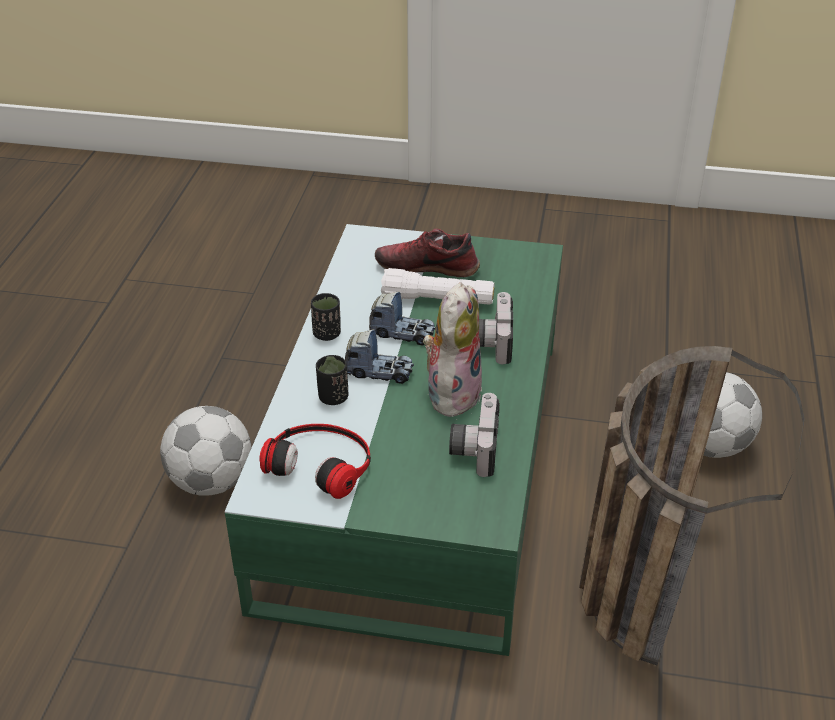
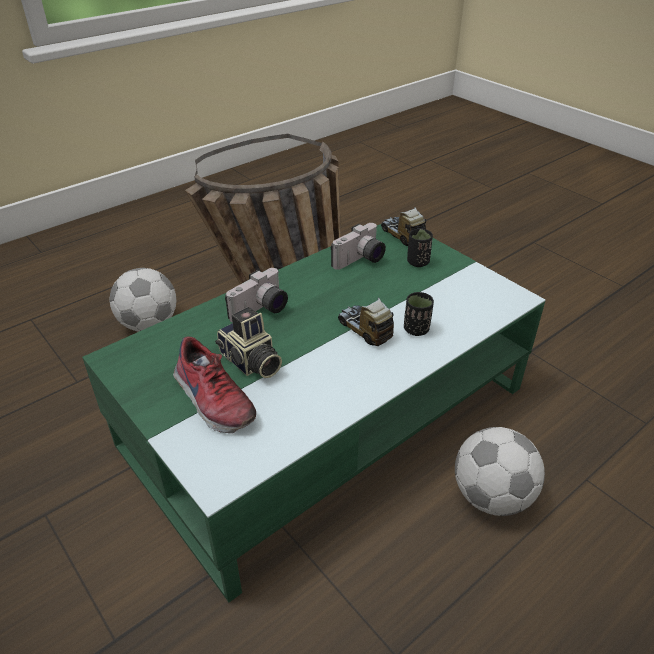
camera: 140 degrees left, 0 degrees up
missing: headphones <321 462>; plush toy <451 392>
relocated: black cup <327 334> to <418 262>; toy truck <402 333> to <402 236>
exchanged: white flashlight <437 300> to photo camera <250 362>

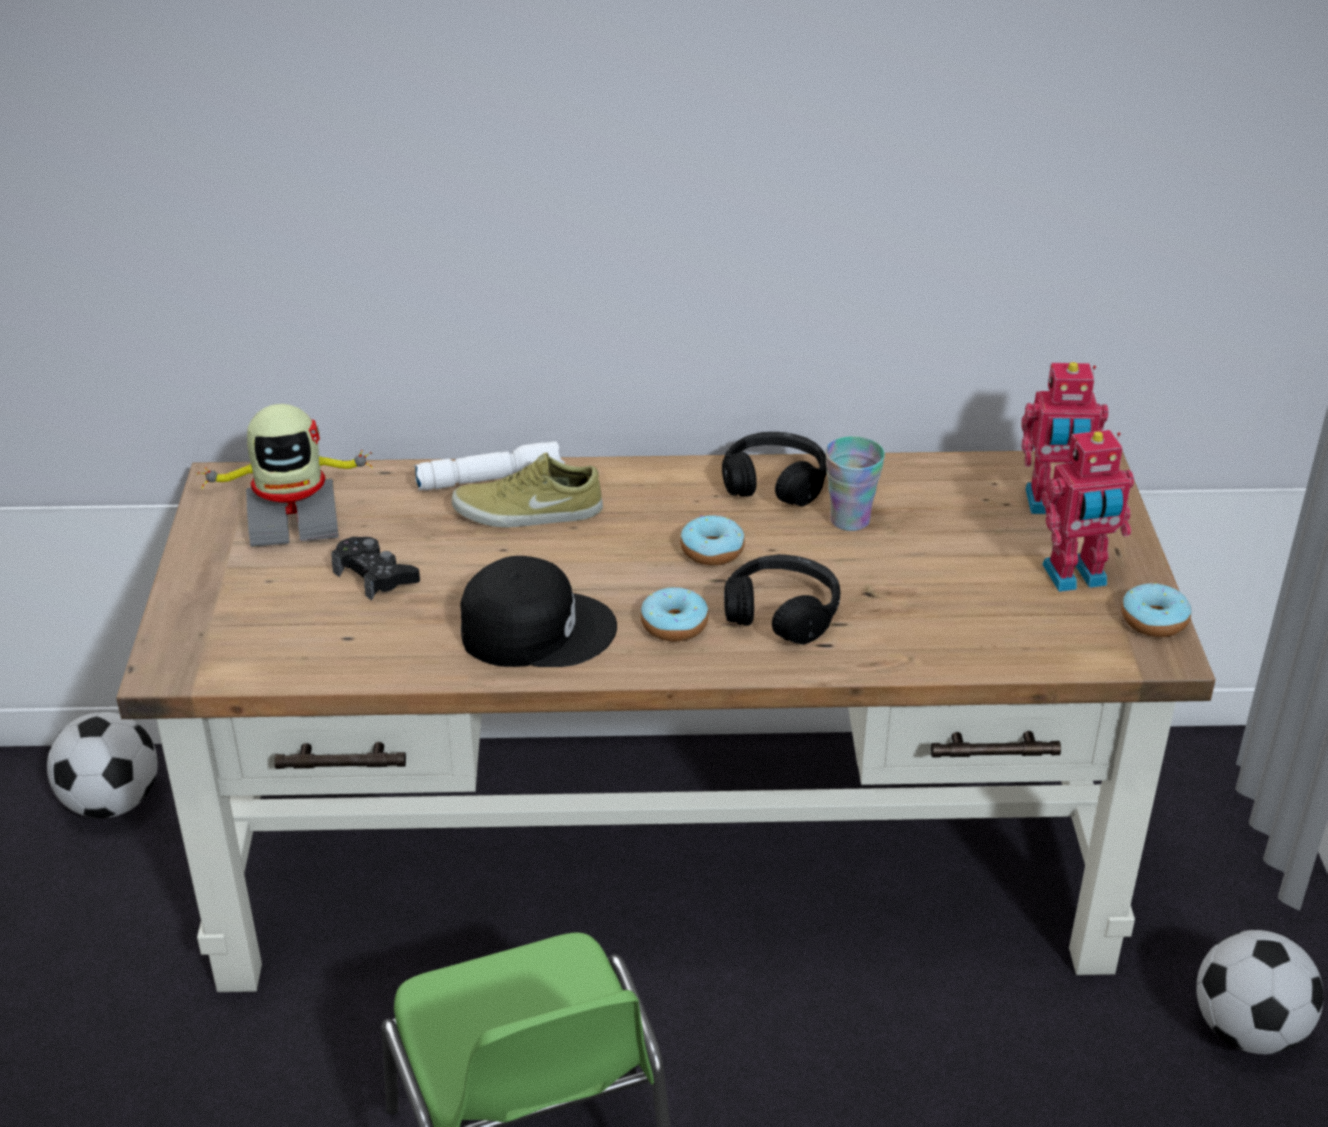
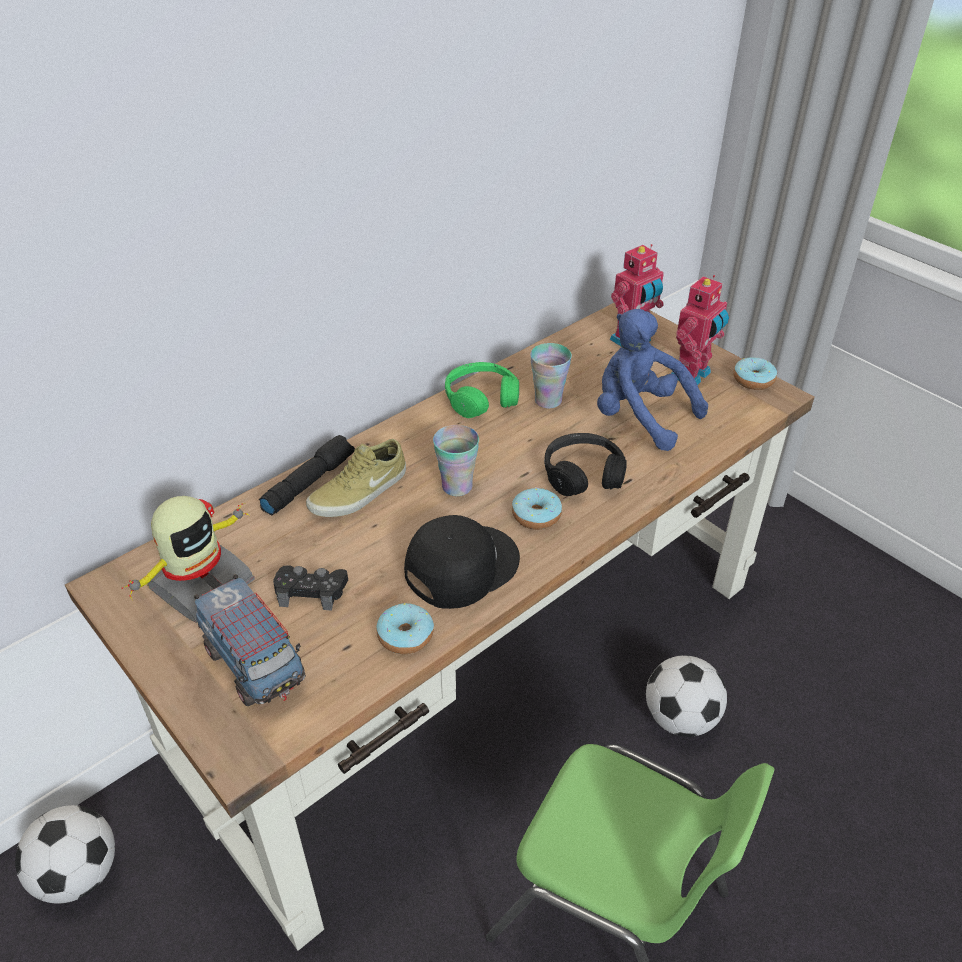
camera: 40 degrees left, 5 degrees up
appeared: toy truck <255 664>; cup <457 486>; blue plush toy <639 416>
relocated: donut <712 551> to <405 635>; football <1247 1030> to <680 718>
colour: white flashlight <491 479> to black flashlight <308 482>; black headphones <774 482> to green headphones <481 399>

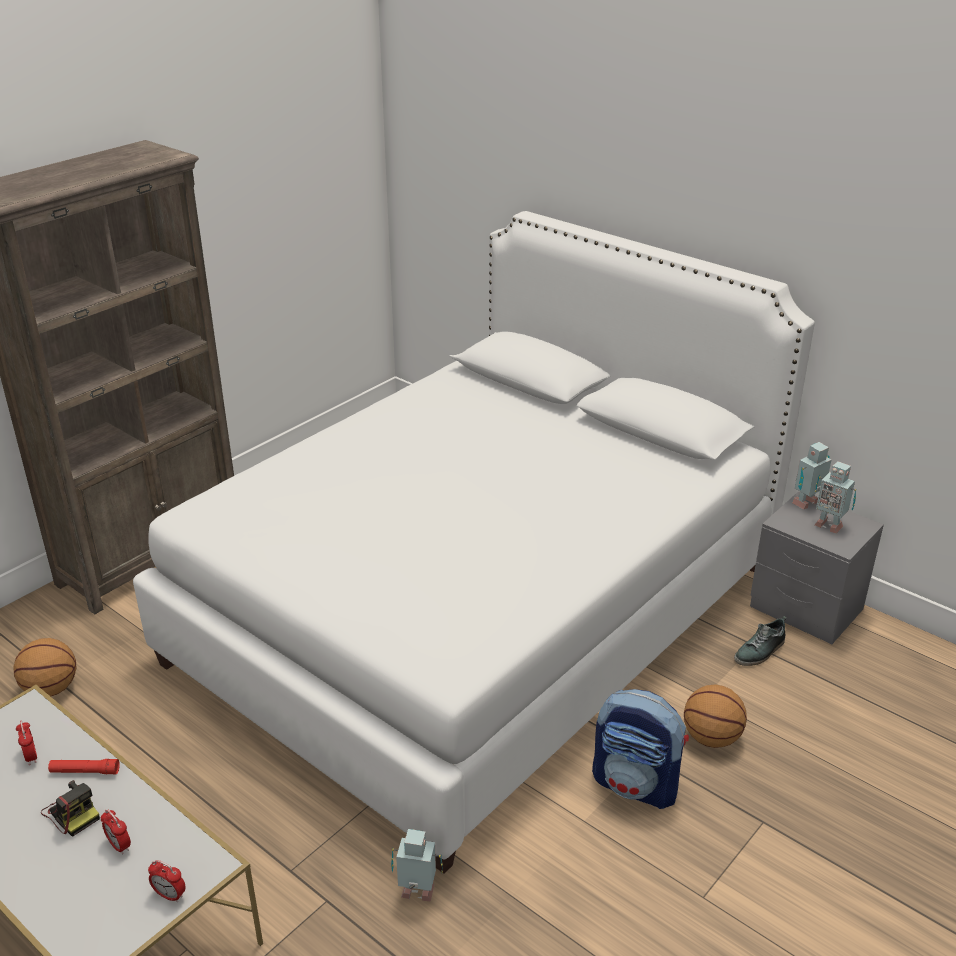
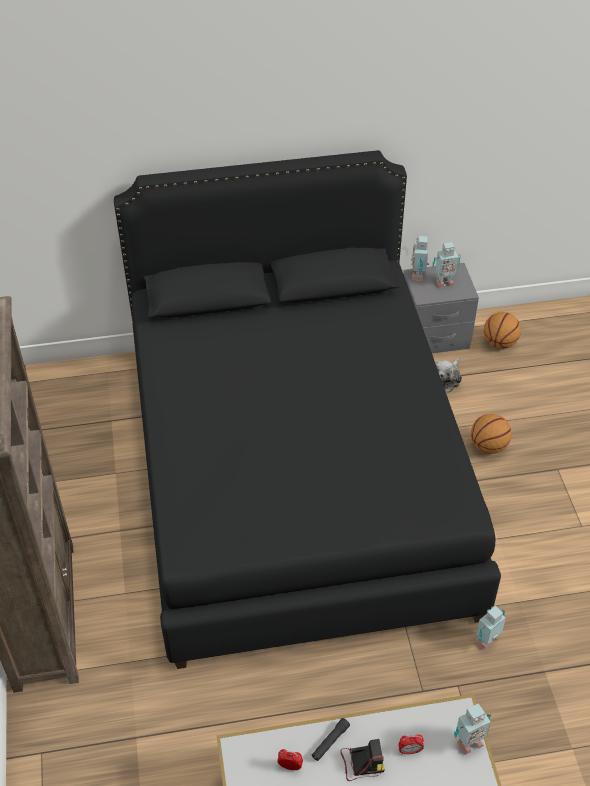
camera: 50 degrees left, 15 degrees up
missing: backpack <636 784>
relocated: basketball <51 688> to <499 343>
exchanged: alarm clock <170 895> to toy robot <468 742>; shoe <760 651> to plush toy <447 379>
colour: red flashlight <85 771> to black flashlight <330 742>; white bed <478 614> to black bed <295 475>

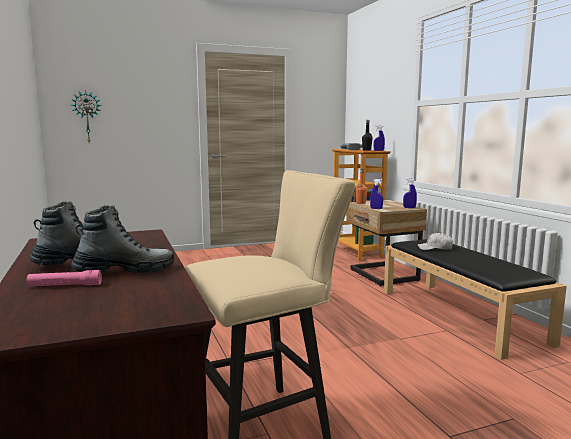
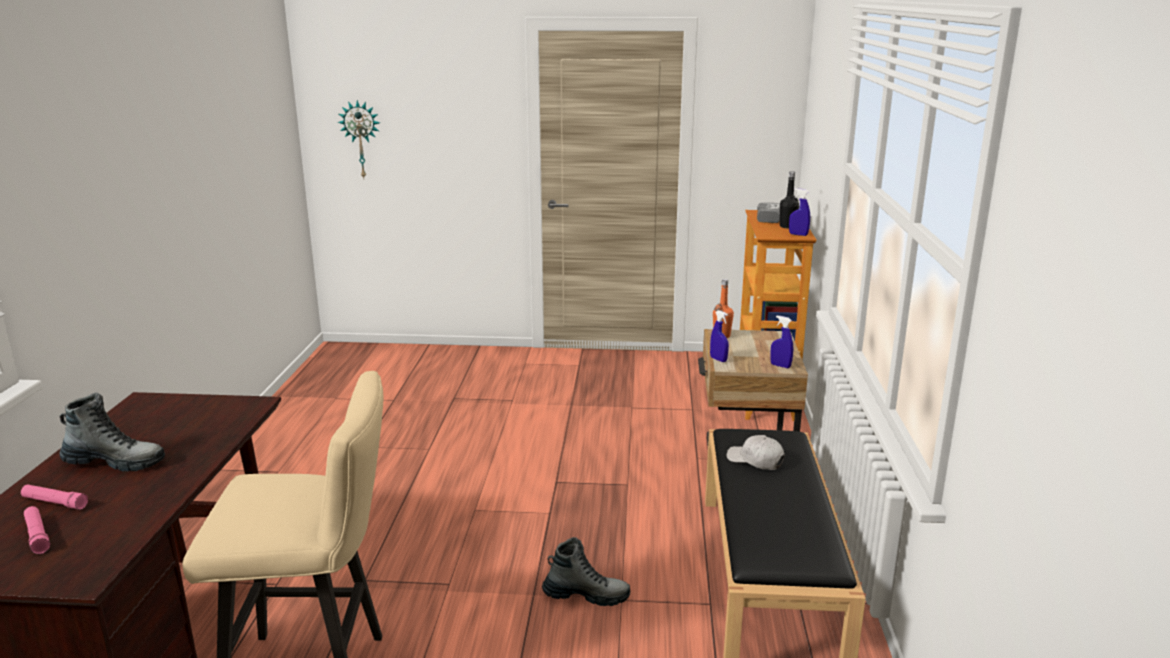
camera: 25 degrees right, 10 degrees up
appeared: pink flashlight <37 535>
relocated: boot <125 271> to <586 595>

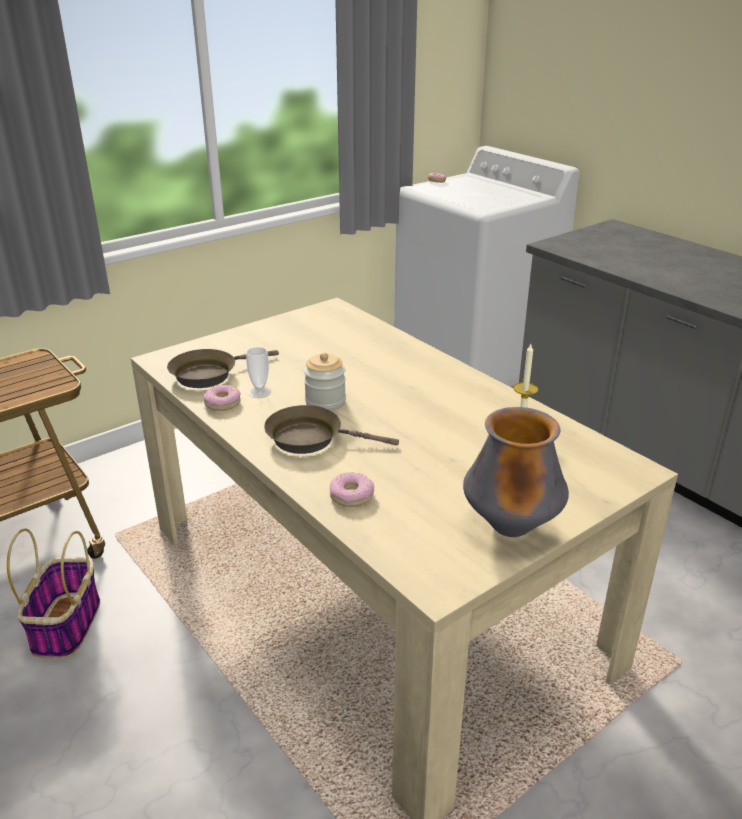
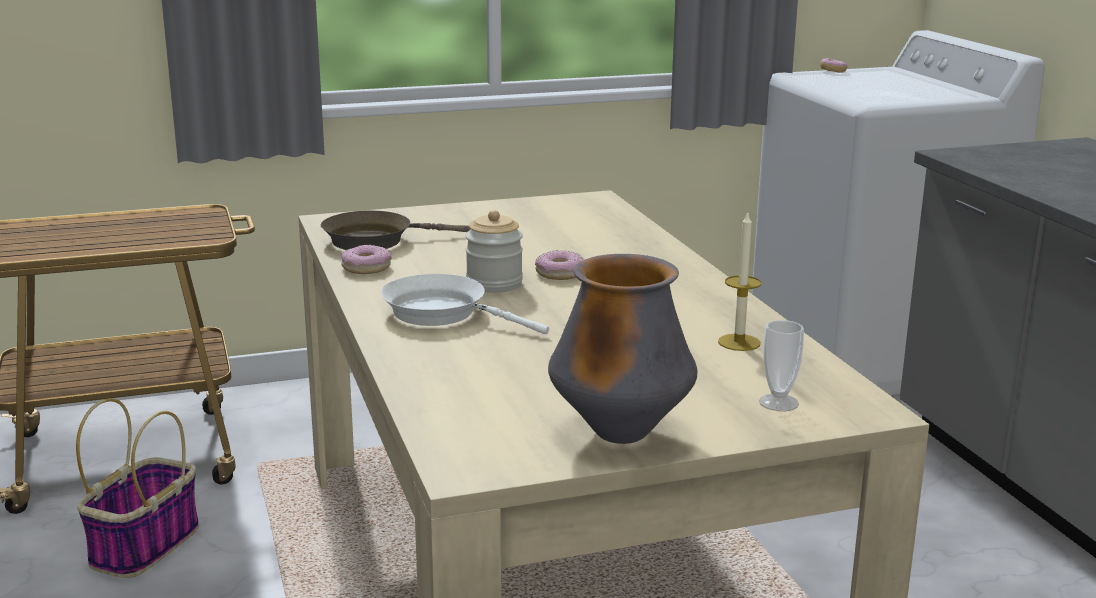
camera: 20 degrees right, 10 degrees down
relocated: cup <260 392> to <778 403>; donut <351 495> to <560 273>
colour: brown frying pan <311 438> to white frying pan <442 313>

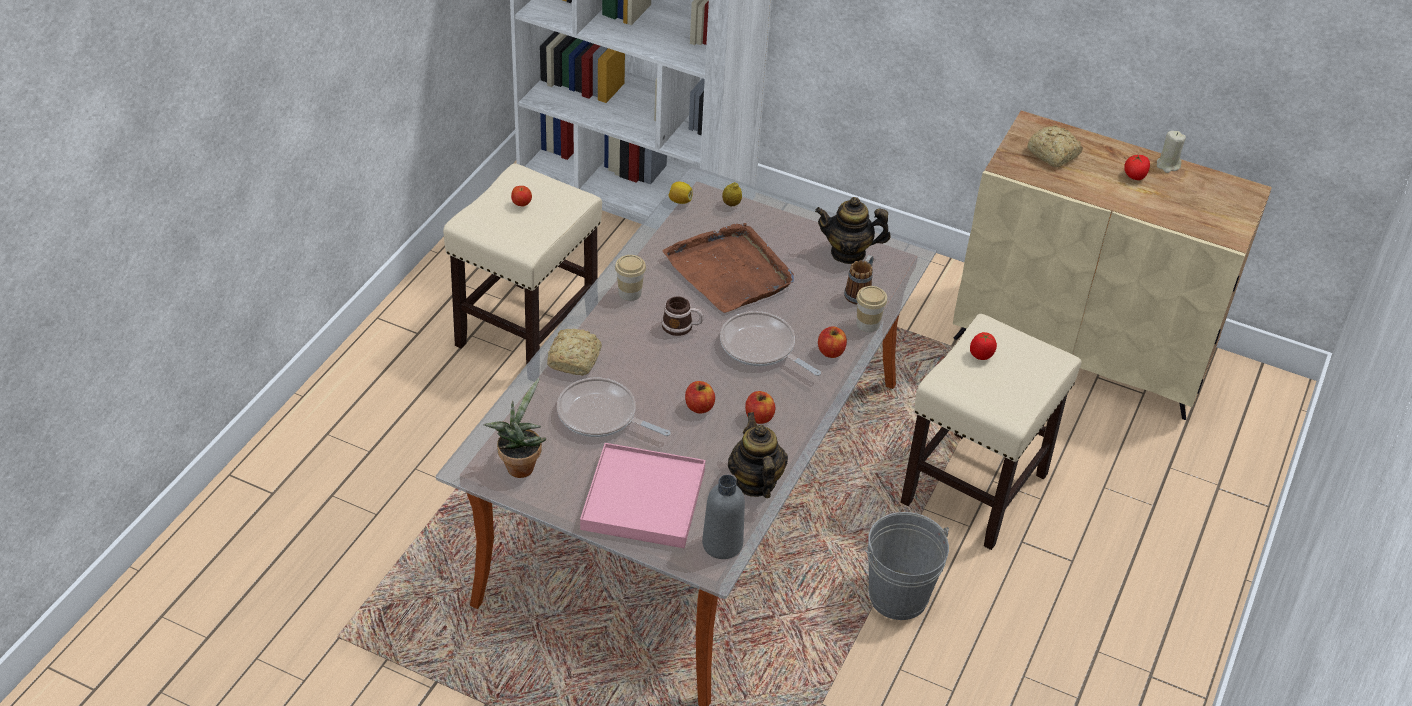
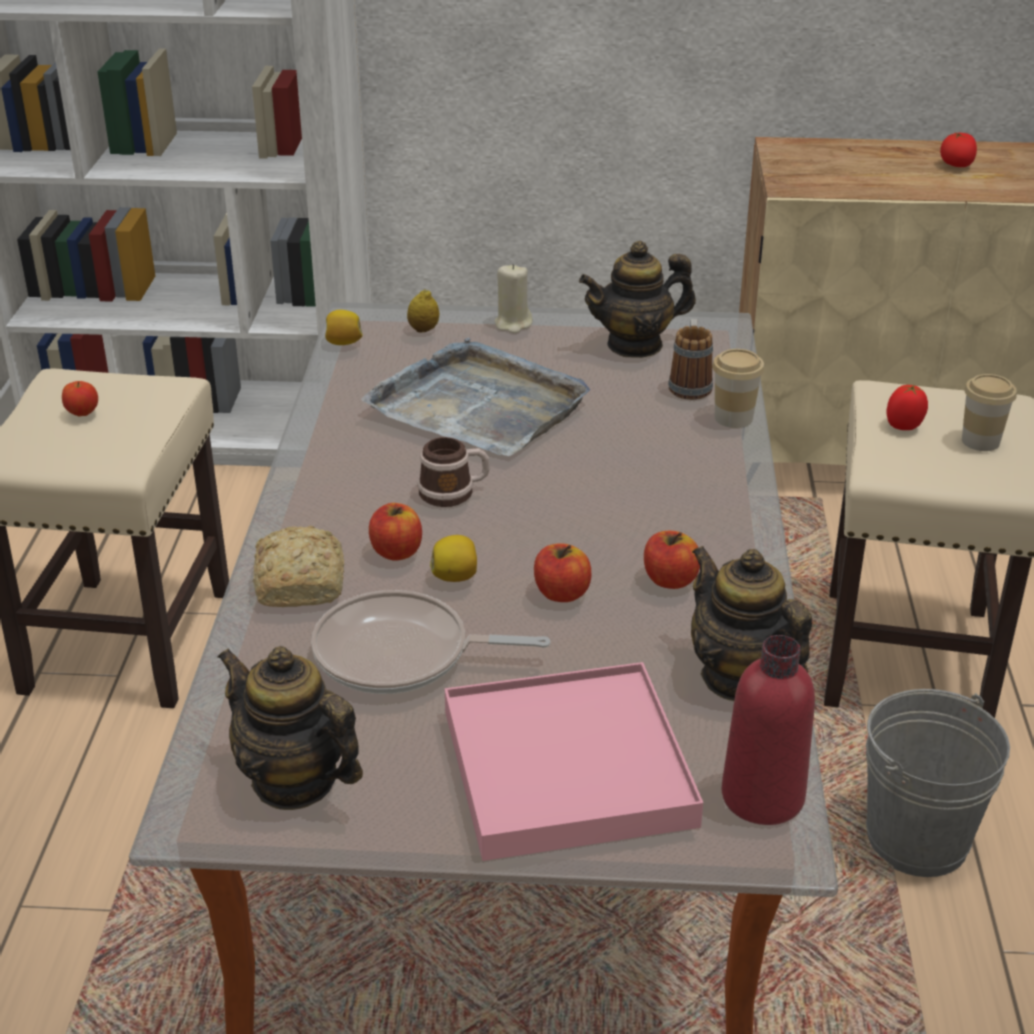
camera: 20 degrees left, 10 degrees down
missing: frying pan <761 348>; bread <1053 155>
appeared: lemon <455 577>
relocated: cup <630 293> to <980 441>; apple <830 351> to <396 552>; beige candle <1167 165> to <513 324>
exchanged: potted plant <520 464> to teapot <294 781>
colour: brown tray <730 271> to grey tray <479 405>; grey bottle <722 544> to red bottle <762 797>

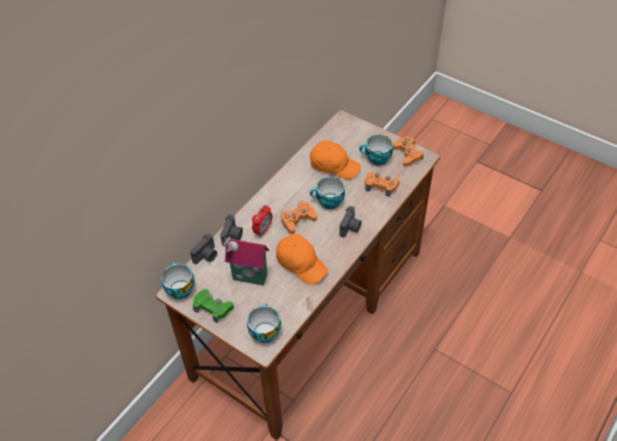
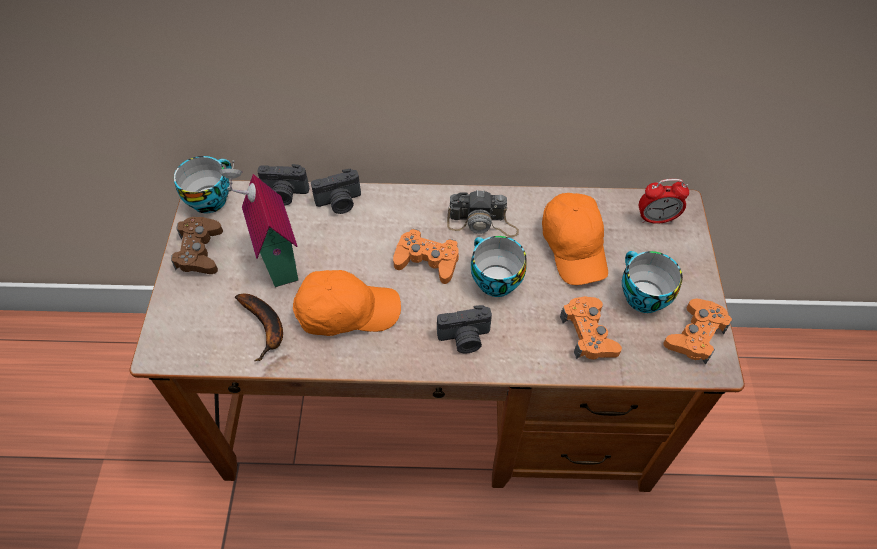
camera: 55 degrees right, 5 degrees up
missing: cup <264 331>
appeared: banana <265 327>; photo camera <482 223>
relocated: alarm clock <263 230> to <656 219>
colour: green game controller <213 308> to brown game controller <199 251>
spun: orange cap <301 263> = <346 311> 105 degrees counterclockwise

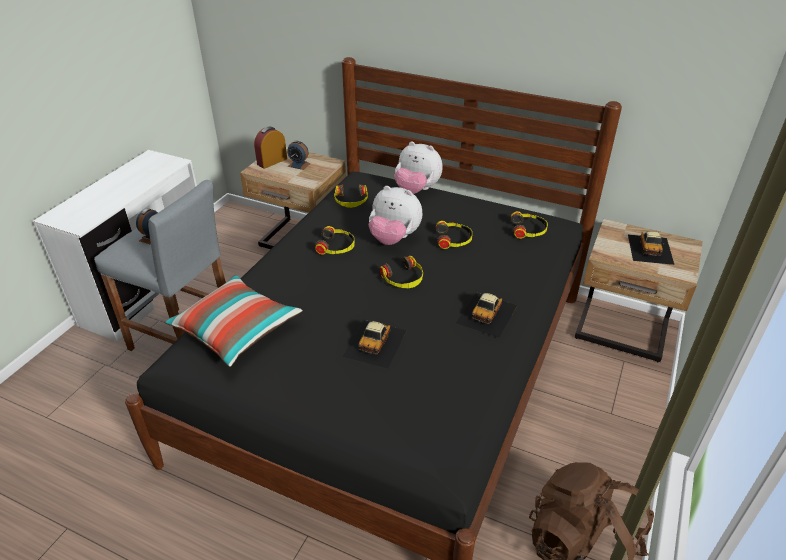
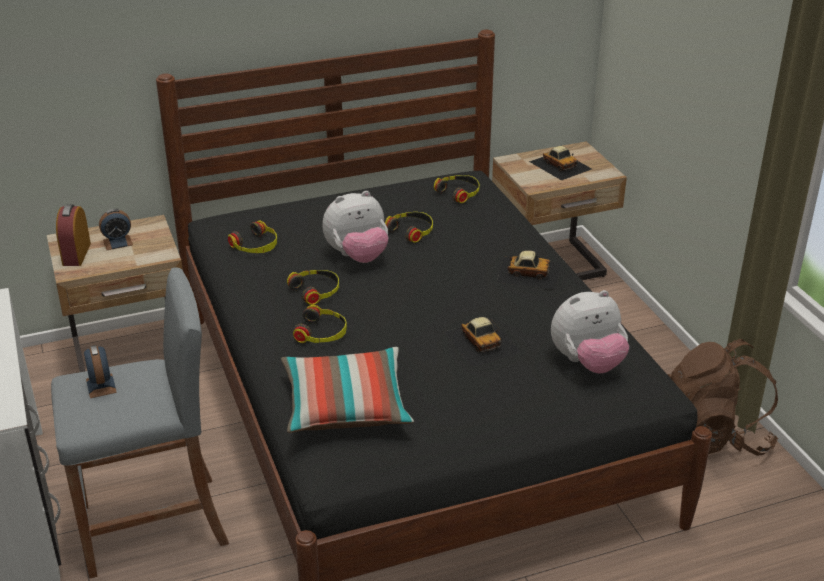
camera: 45 degrees left, 5 degrees down
relocated: headphones <403 279> to <322 333>; plush toy <417 190> to <587 363>
spun: toy car <487 314> = <529 272> 60 degrees counterclockwise

